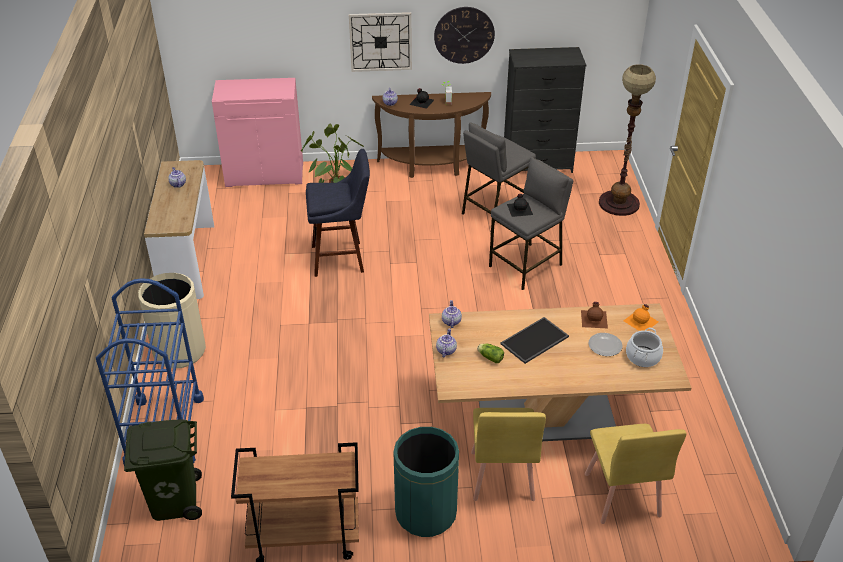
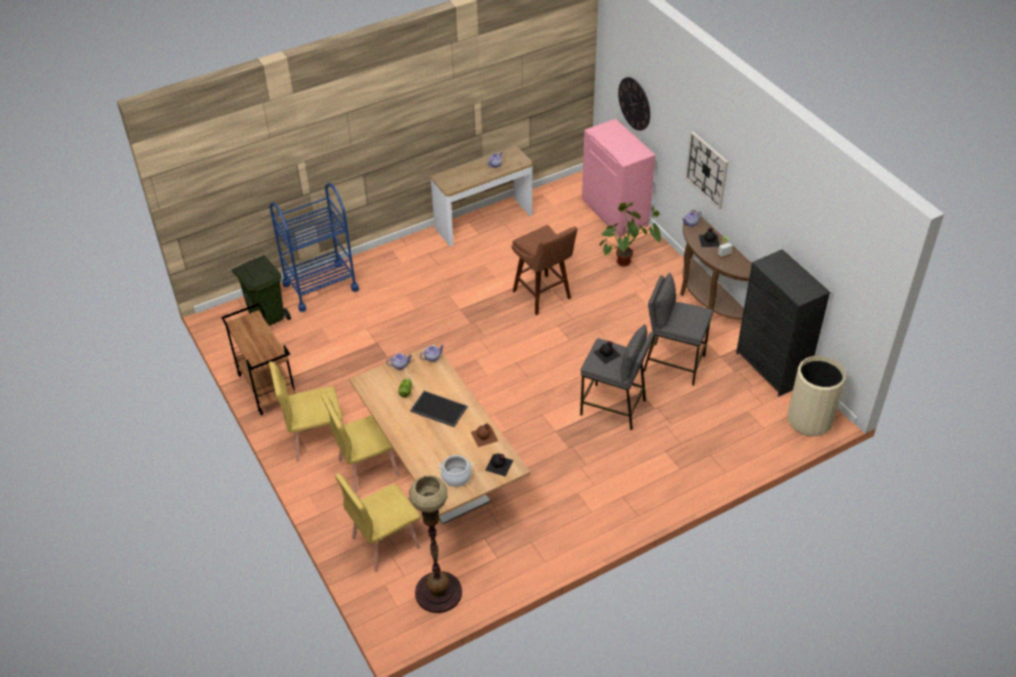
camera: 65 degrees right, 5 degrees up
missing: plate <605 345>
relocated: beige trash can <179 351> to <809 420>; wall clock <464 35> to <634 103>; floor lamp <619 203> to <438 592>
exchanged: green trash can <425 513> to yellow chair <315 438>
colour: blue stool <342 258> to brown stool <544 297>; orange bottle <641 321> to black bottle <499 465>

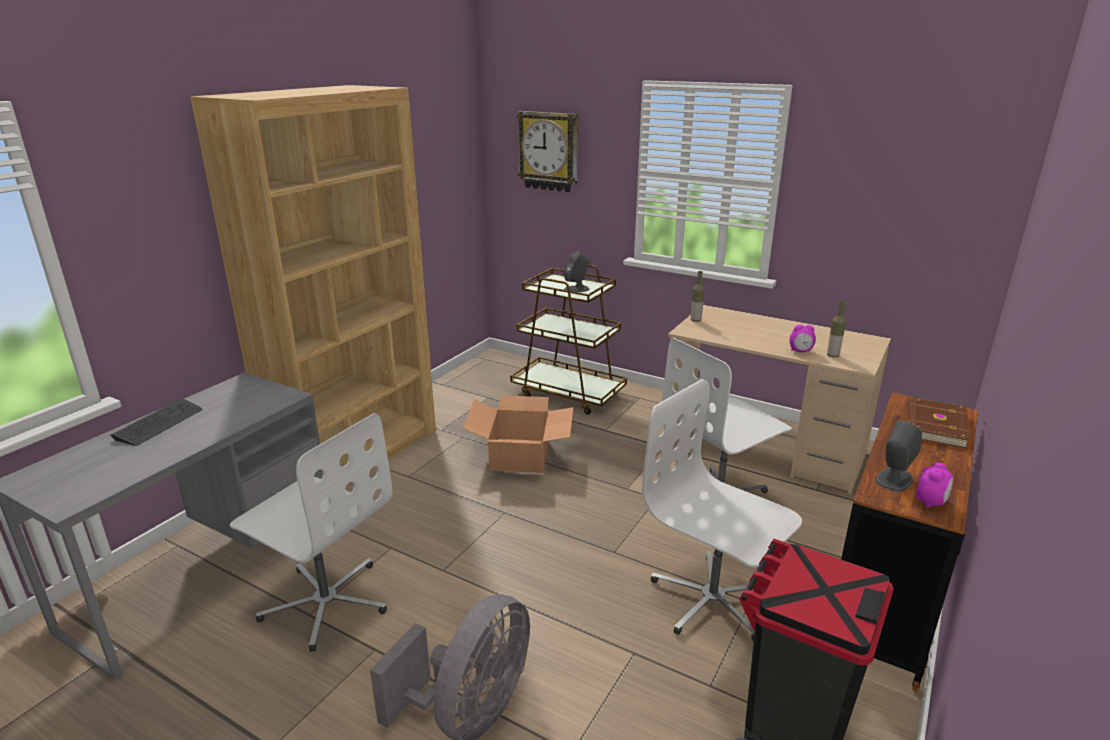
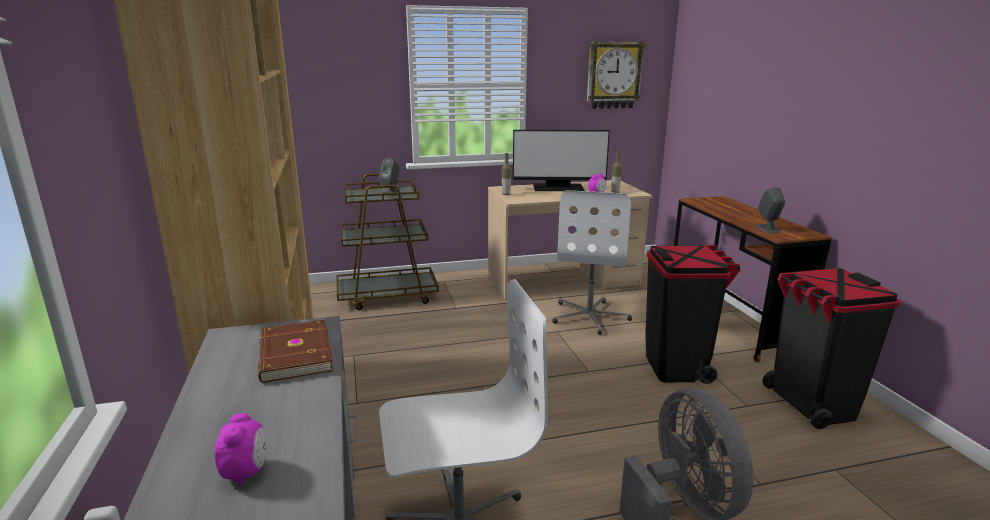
camera: 45 degrees left, 5 degrees down
missing: keyboard <159 423>; cardboard box <520 455>
appeared: monitor <558 188>
relocated: wall clock <549 151> to <613 75>; brown book <934 425> to <293 355>; alarm clock <930 502> to <246 472>
exchanged: white office chair <712 600> to black trash can <676 366>

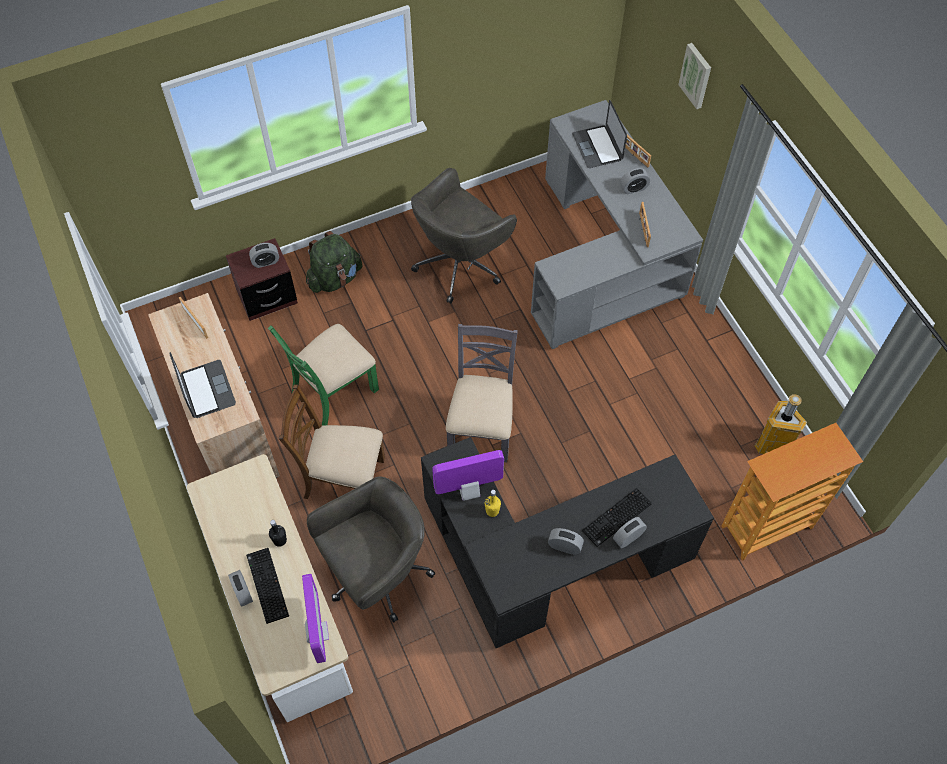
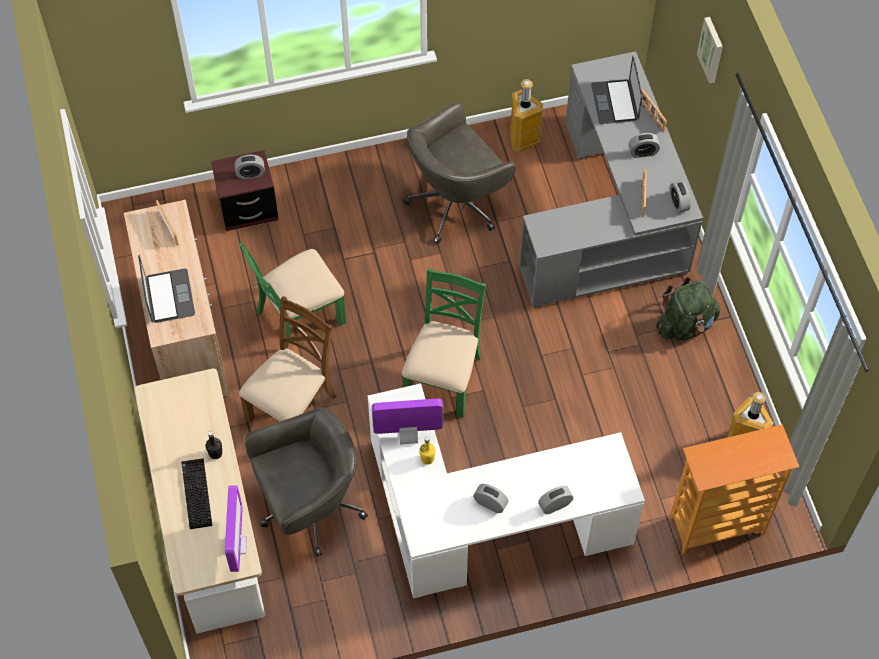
camera: 10 degrees right, 0 degrees up
missing: keyboard <617 519>
appeared: trash can <522 138>
relocated: alarm clock <243 592> to <678 203>; green backpack <335 278> to <685 325>
colour: black desk <549 562> to white desk <485 524>; grey chair <482 427> to green chair <444 377>
spun: brown chair <343 478> = <293 407> 105 degrees clockwise

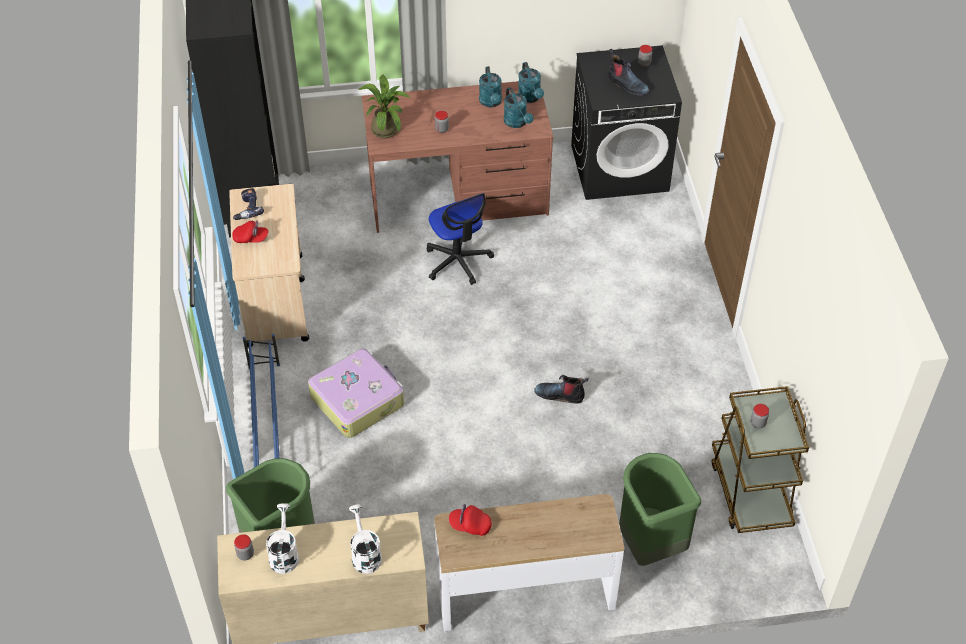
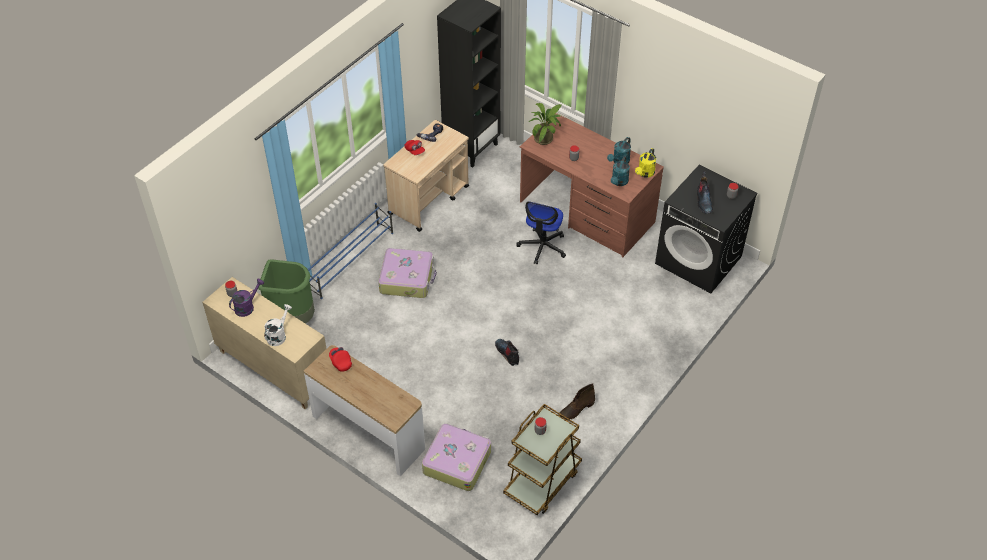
camera: 45 degrees right, 0 degrees up
appeared: brown boot <576 409>
exchanged: green trash can <649 544> to suitcase <457 461>
colour: white watering can <284 554> to purple watering can <247 307>; turquoise watering can <531 98> to yellow watering can <645 173>

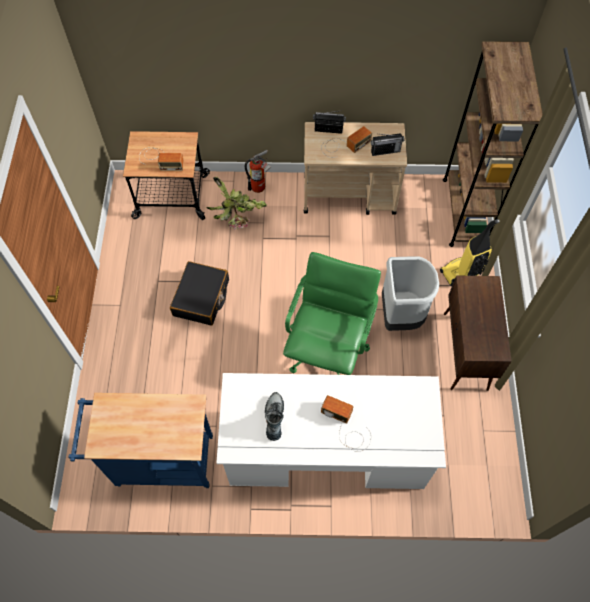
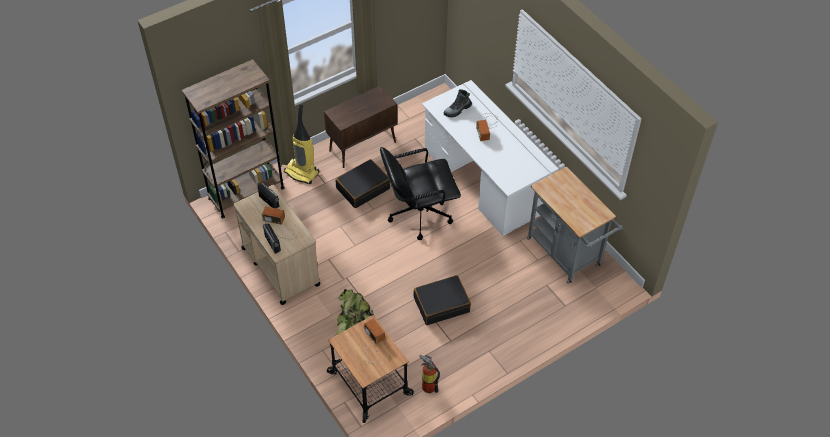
camera: 125 degrees left, 10 degrees down
relocated: fire extinguisher <260 187> to <428 385>; boot <274 417> to <457 110>
exchanged: grey trash can <401 316> to black suitcase <363 188>
colour: blue cart <159 461> to grey cart <566 255>; green office chair <327 348> to black office chair <419 213>

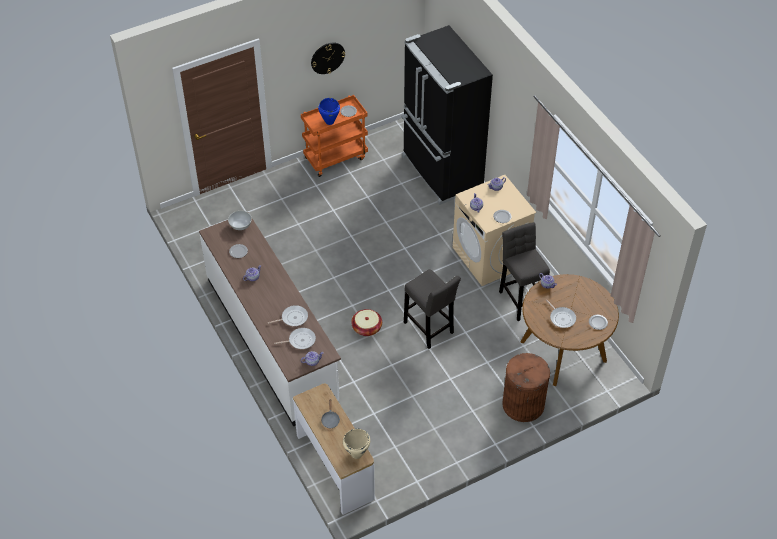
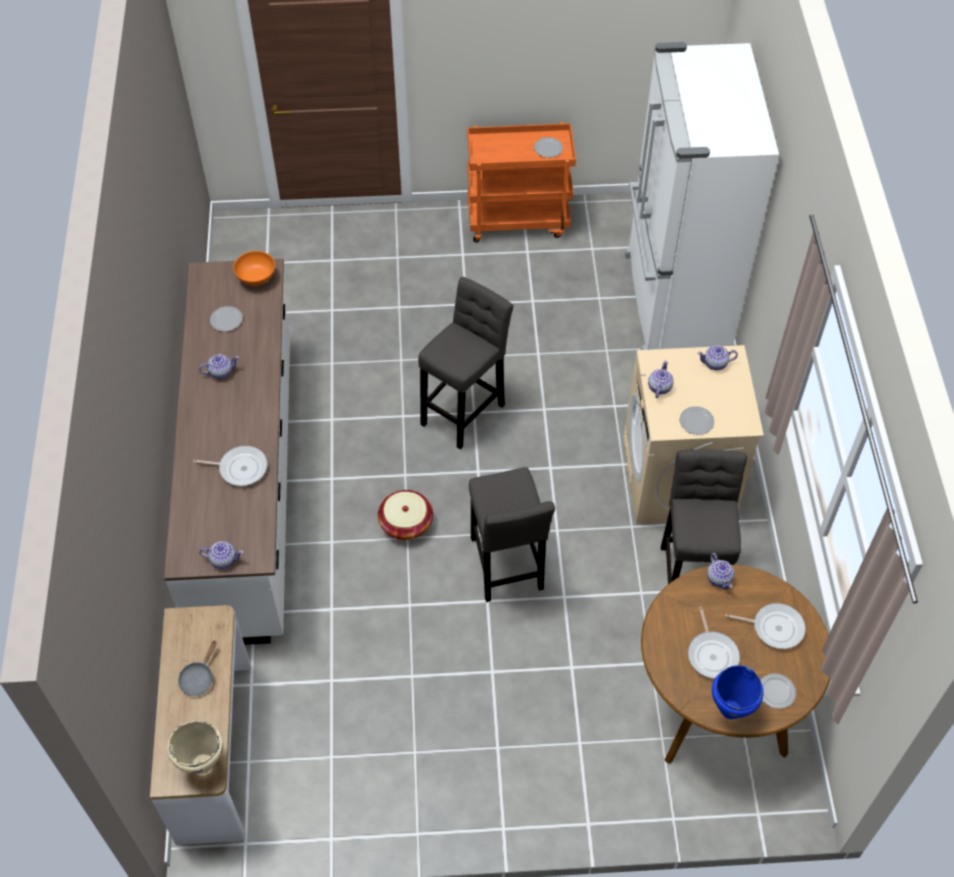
camera: 25 degrees right, 5 degrees up
missing: wall clock <327 57>; brown trash can <523 404>
appeared: grey stool <465 411>
relocated: frying pan <300 340> to <774 627>; blue cooking pot <329 122> to <730 710>
colour: white bowl <240 226> to orange bowl <256 278>; black fridge <441 173> to white fridge <673 303>

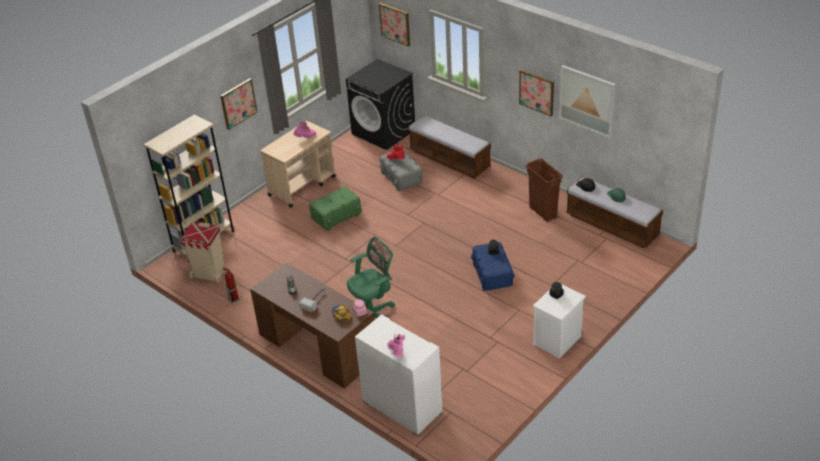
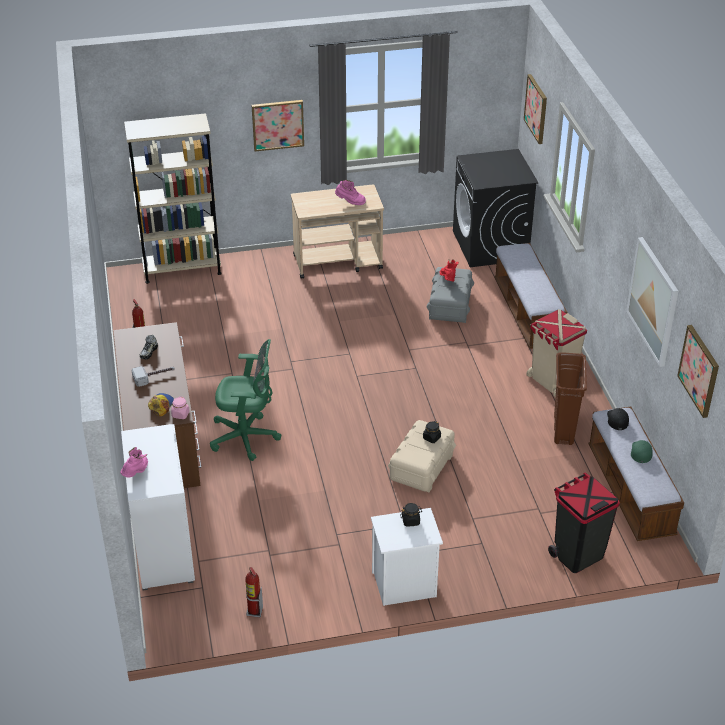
camera: 35 degrees right, 0 degrees up
missing: green storage box <336 216>
appeared: fire extinguisher <254 612>; black trash can <577 554>
relocated: beige trash can <209 274> to <552 382>; picture <537 92> to <699 370>
colour: blue storage box <492 274> to beige storage box <421 467>

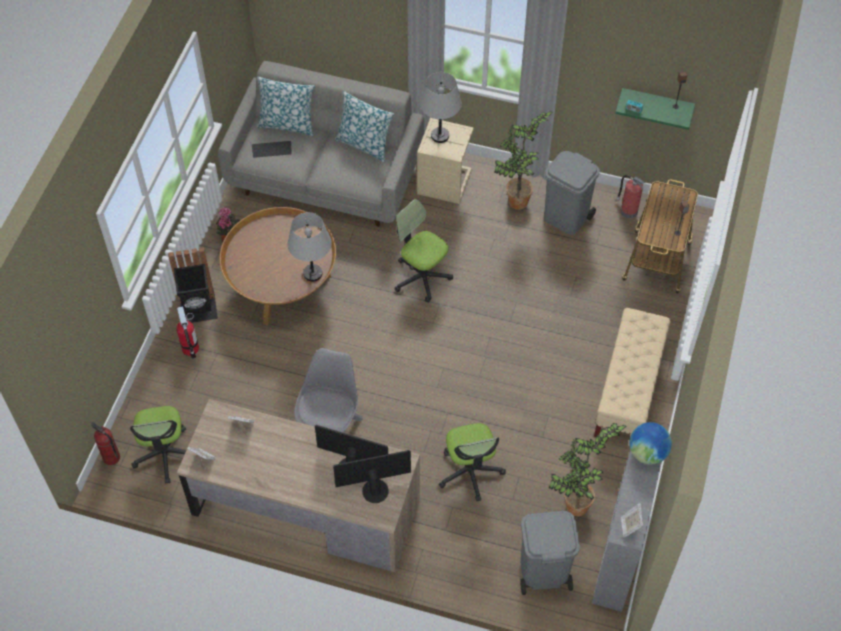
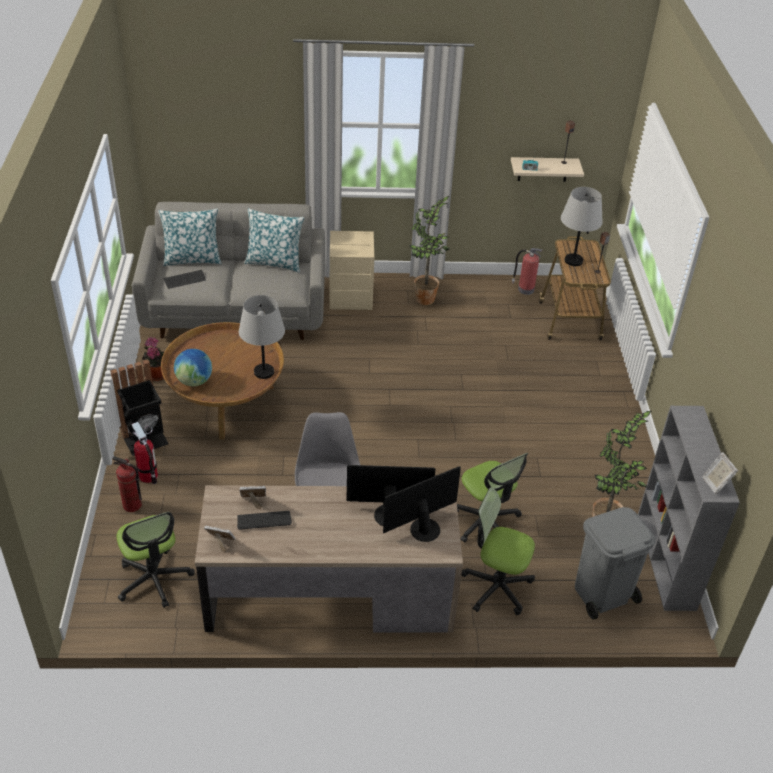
camera: 20 degrees left, 15 degrees down
missing: grey trash can <566 218>; beige bench <628 391>
appeared: keyboard <264 520>
relocated: fire extinguisher <111 457> to <132 505>; office chair <422 277> to <496 586>; grey table lamp <439 135> to <573 261>; globe <647 453> to <194 381>
colour: green shelf <656 105> to beige shelf <543 169>

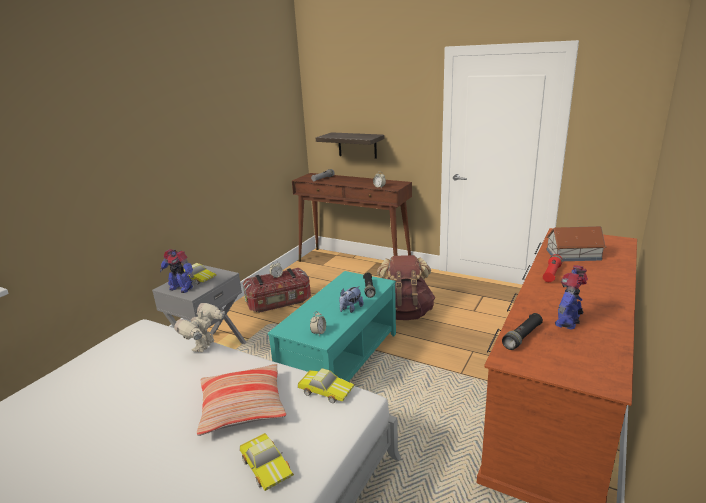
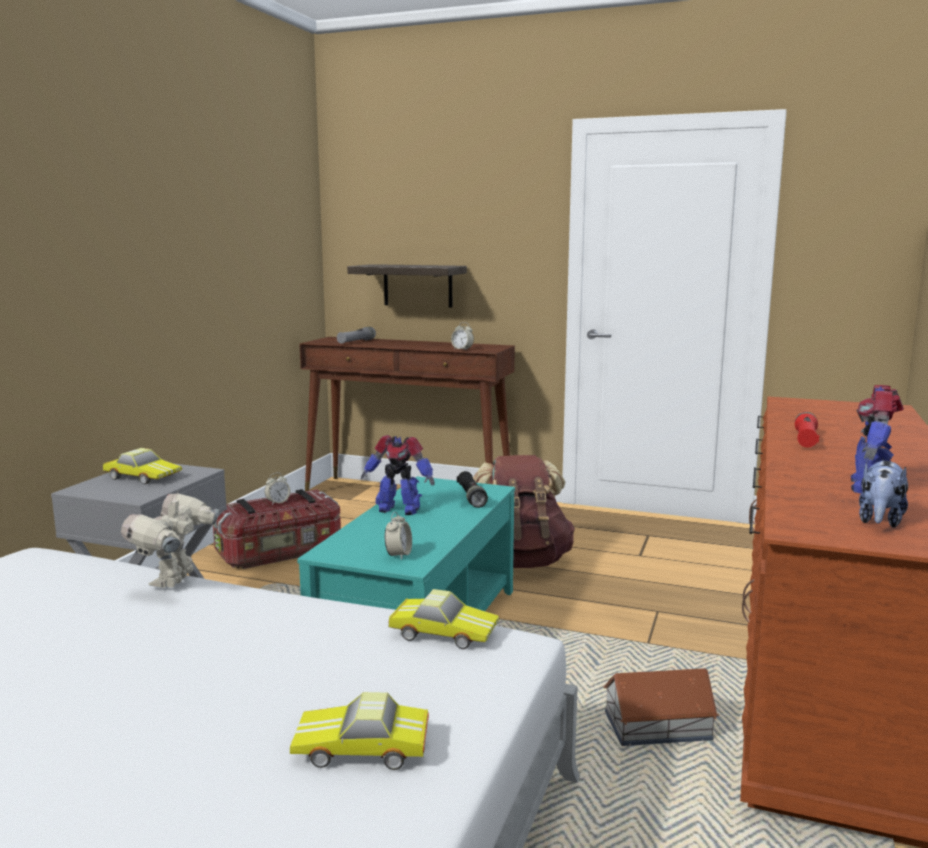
camera: 10 degrees left, 10 degrees down
missing: pillow <242 406>; black flashlight <522 337>
relocated: toy robot <181 288> to <398 509>; plush toy <350 309> to <879 521>; toy house <572 254> to <656 727>
spun: toy car <267 465> = <363 749> 135 degrees clockwise

